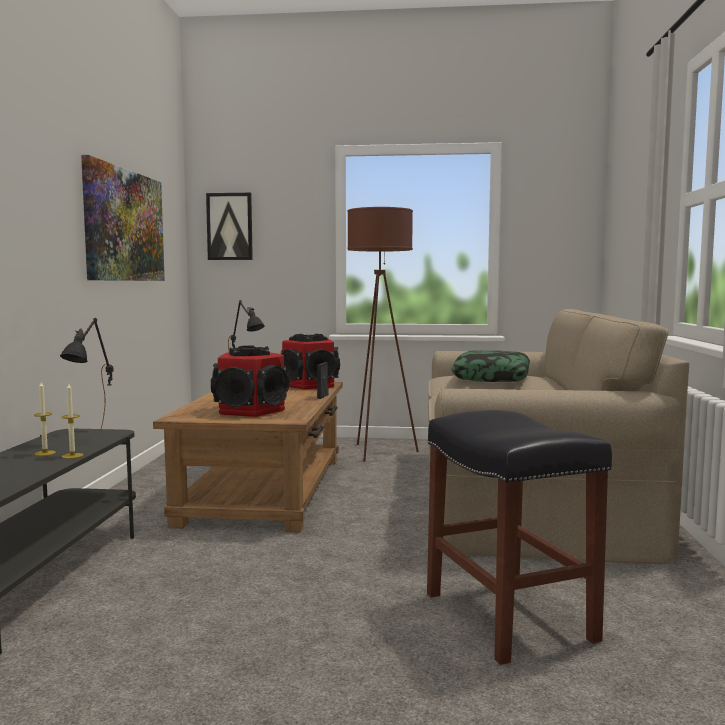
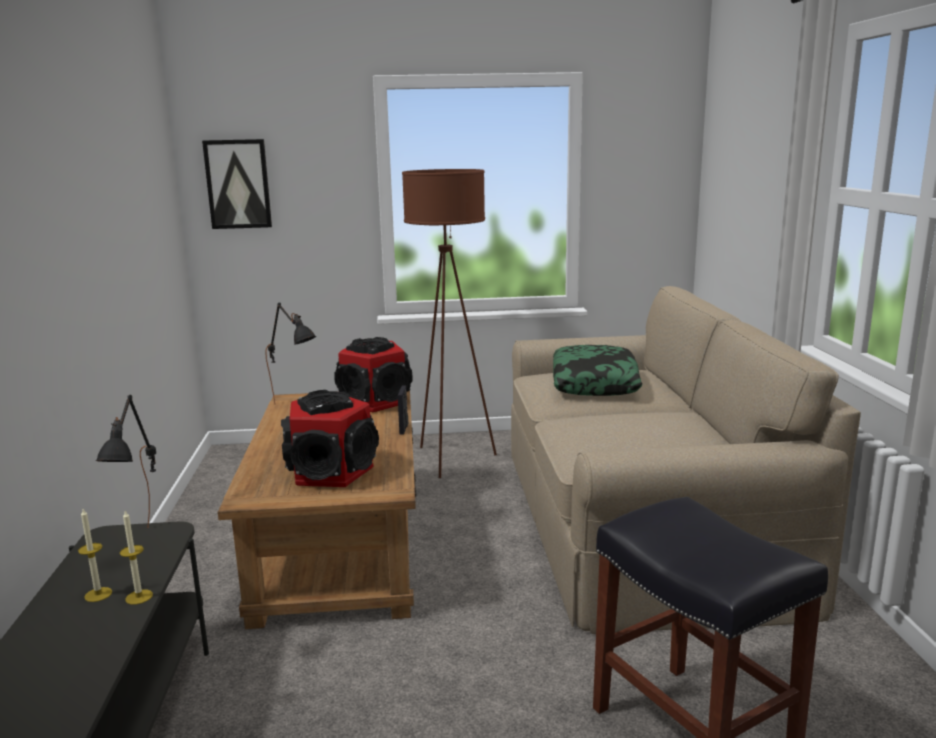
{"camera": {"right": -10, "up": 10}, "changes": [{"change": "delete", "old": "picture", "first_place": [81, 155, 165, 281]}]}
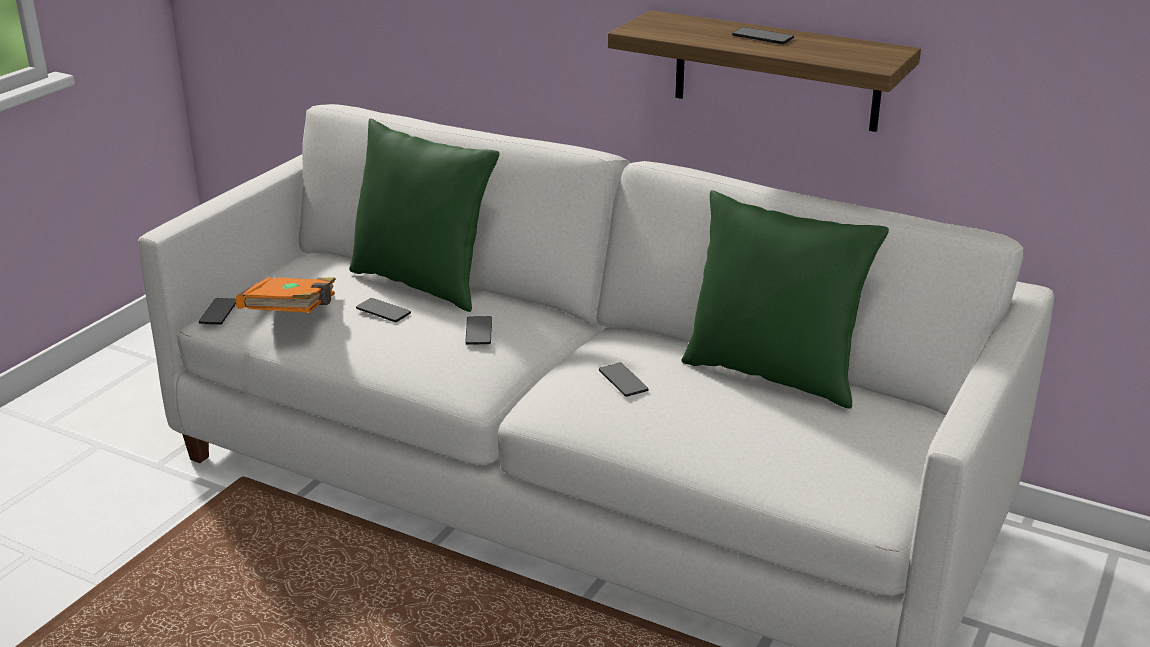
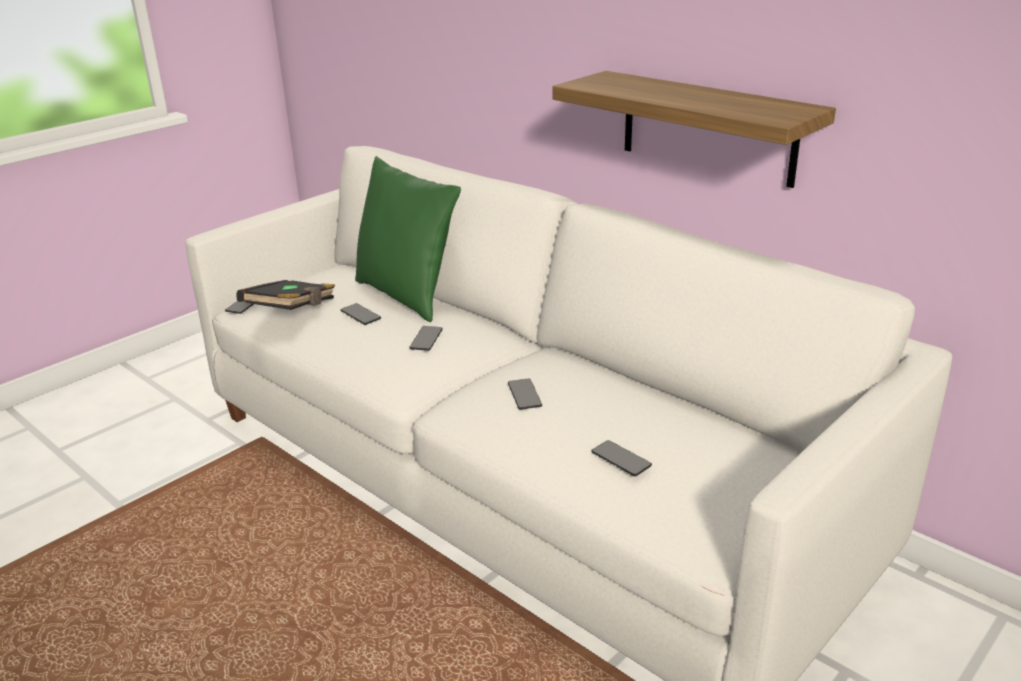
{"camera": {"right": 15, "up": 0}, "changes": [{"change": "delete", "old": "pillow (green)", "first_place": [681, 190, 889, 409]}, {"change": "move", "old": "phone", "first_place": [732, 27, 794, 44], "second_place": [592, 440, 652, 476]}, {"change": "recolor", "old": "book (orange)", "new": "book (black)", "first_place": [236, 277, 336, 313], "second_place": [236, 280, 335, 310]}]}
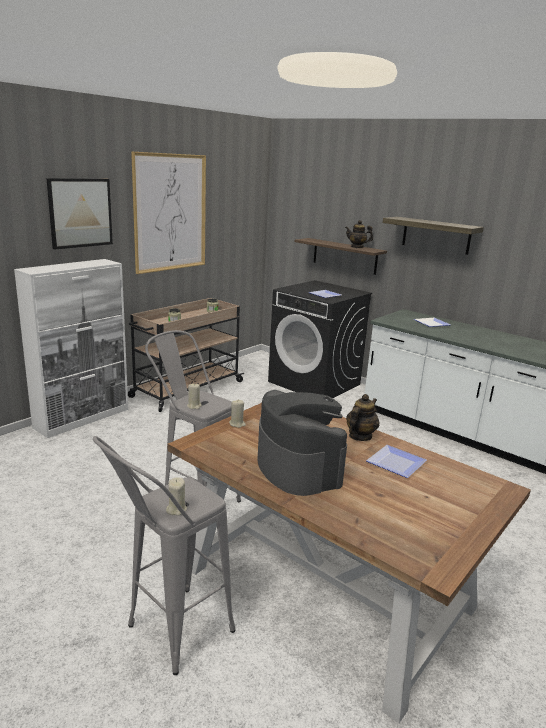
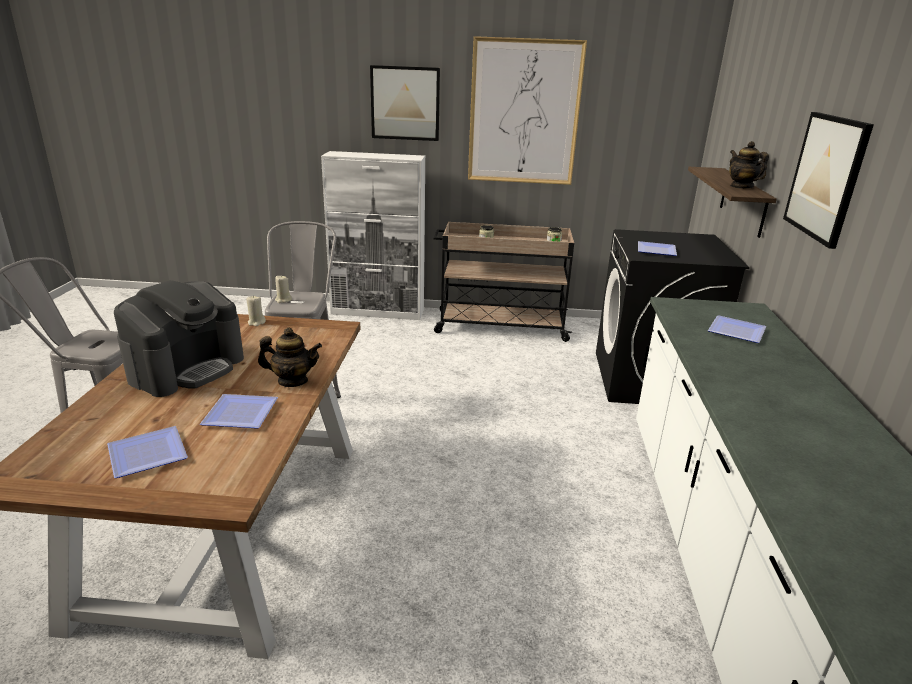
{"camera": {"right": 55, "up": 5}, "changes": [{"change": "delete", "old": "candle (beige)", "first_place": [166, 477, 187, 516]}, {"change": "insert", "new": "plate", "second_place": [107, 426, 188, 478]}, {"change": "replace", "old": "shelf", "new": "picture", "first_place": [383, 217, 484, 255], "second_place": [783, 112, 874, 249]}]}
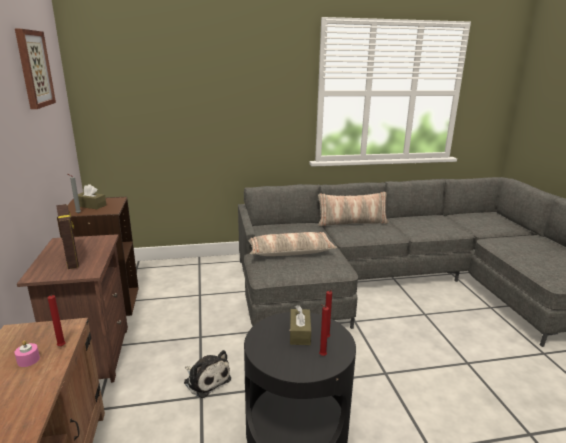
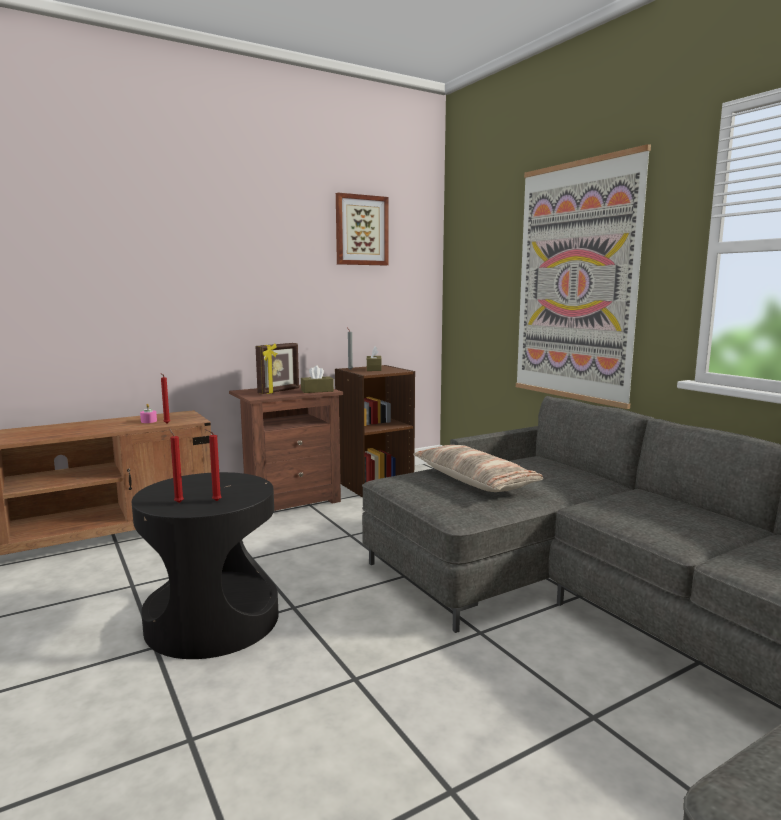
{"camera": {"right": 70, "up": -10}, "changes": [{"change": "delete", "old": "plush toy", "first_place": [184, 350, 231, 398]}, {"change": "delete", "old": "pillow", "first_place": [318, 192, 389, 226]}, {"change": "insert", "new": "picture", "second_place": [516, 144, 651, 409]}, {"change": "move", "old": "tissue box (brown)", "first_place": [290, 305, 311, 345], "second_place": [301, 365, 334, 393]}]}
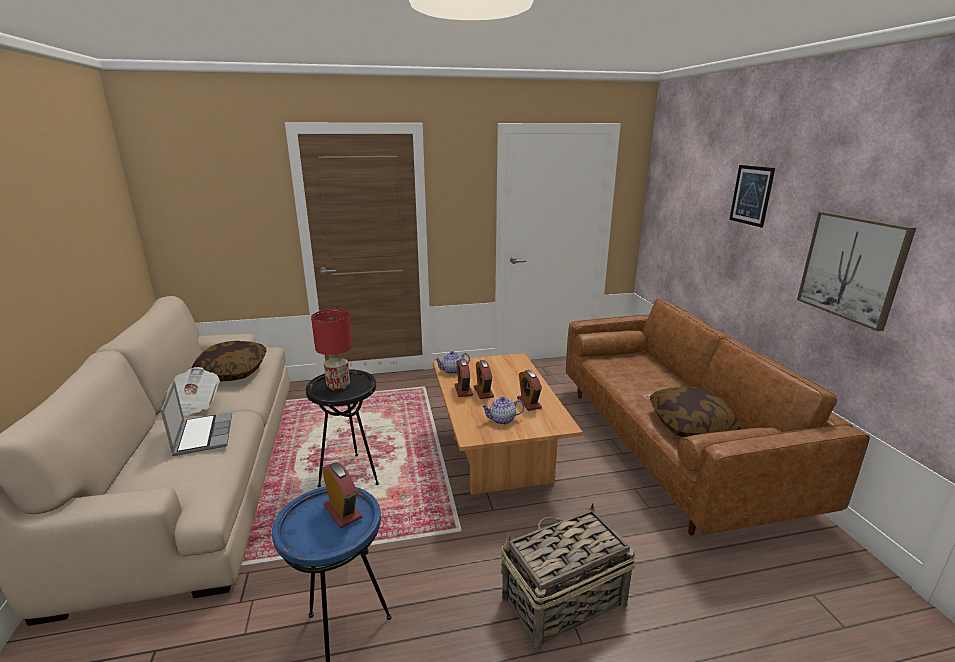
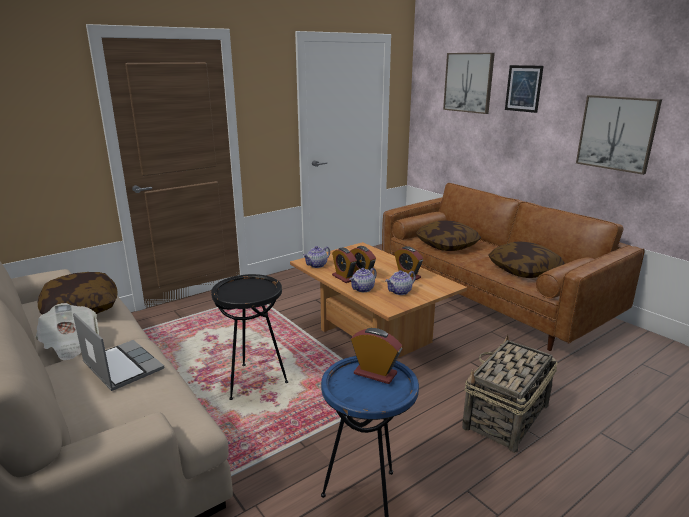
{"camera": {"right": -25, "up": 0}, "changes": [{"change": "delete", "old": "table lamp (red)", "first_place": [311, 309, 353, 391]}, {"change": "insert", "new": "teapot", "second_place": [349, 268, 377, 292]}, {"change": "insert", "new": "pillow", "second_place": [416, 220, 481, 251]}, {"change": "insert", "new": "picture", "second_place": [443, 53, 495, 114]}]}
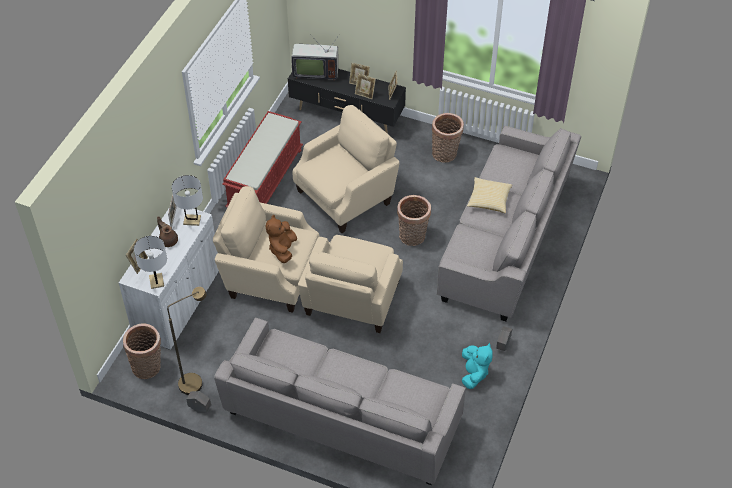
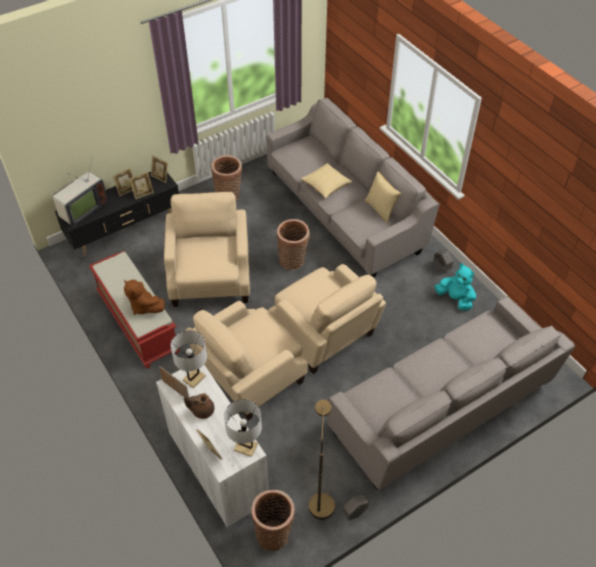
{"camera": {"right": -55, "up": 0}, "changes": [{"change": "insert", "new": "pillow", "second_place": [365, 171, 401, 224]}, {"change": "move", "old": "plush toy (brown)", "first_place": [266, 215, 297, 263], "second_place": [124, 279, 165, 315]}]}
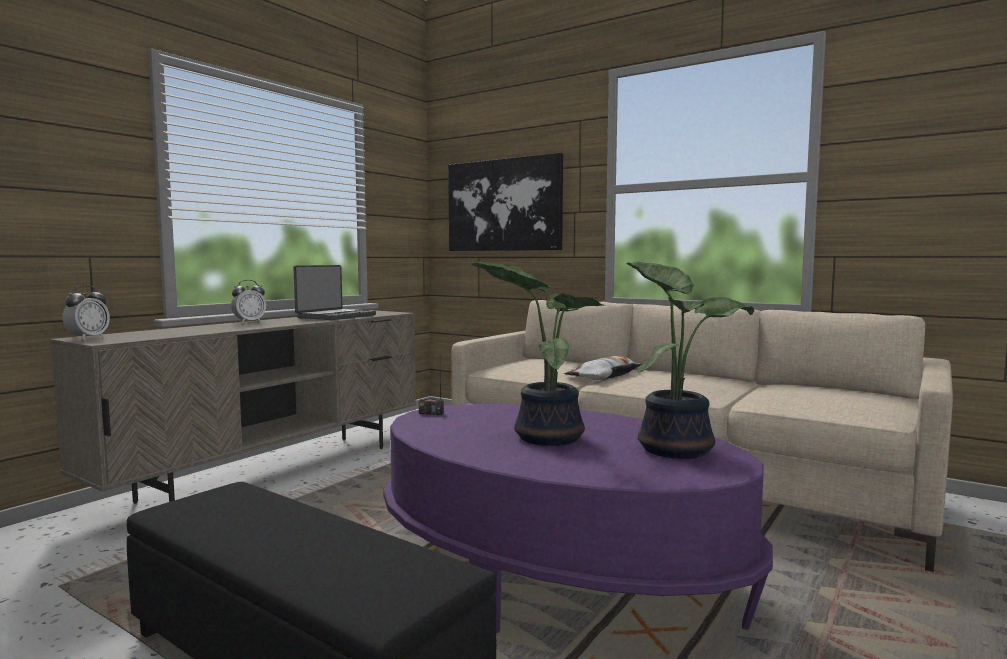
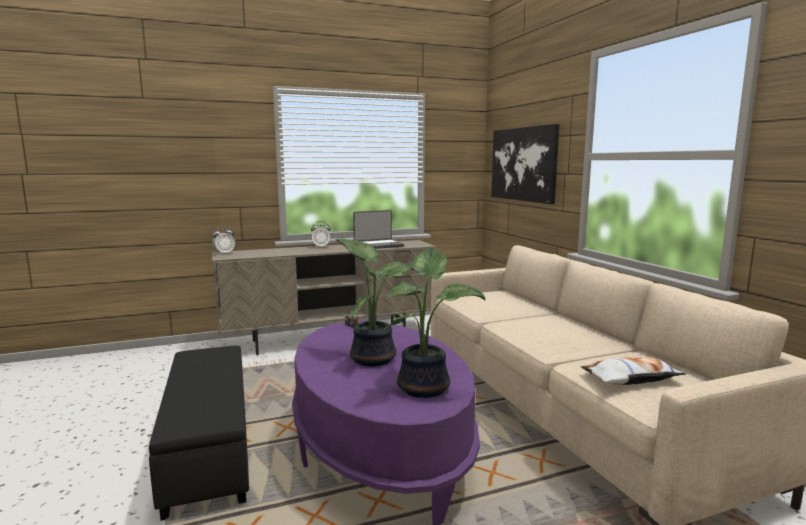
{"camera": {"right": 35, "up": 5}, "changes": [{"change": "move", "old": "pillow", "first_place": [564, 356, 642, 380], "second_place": [580, 356, 686, 385]}]}
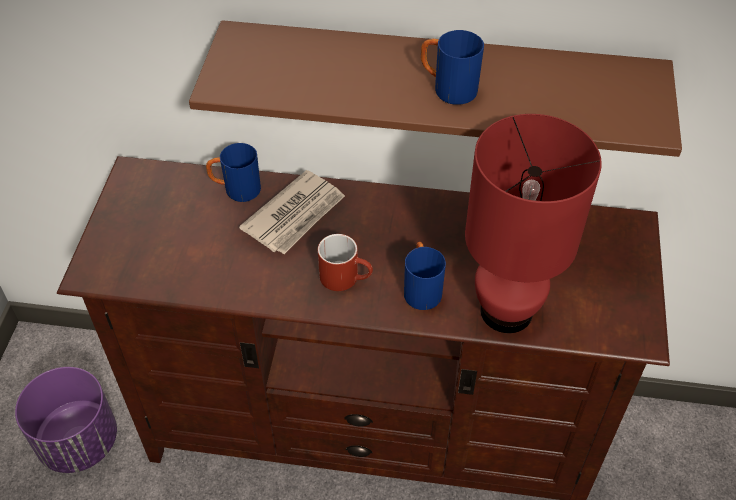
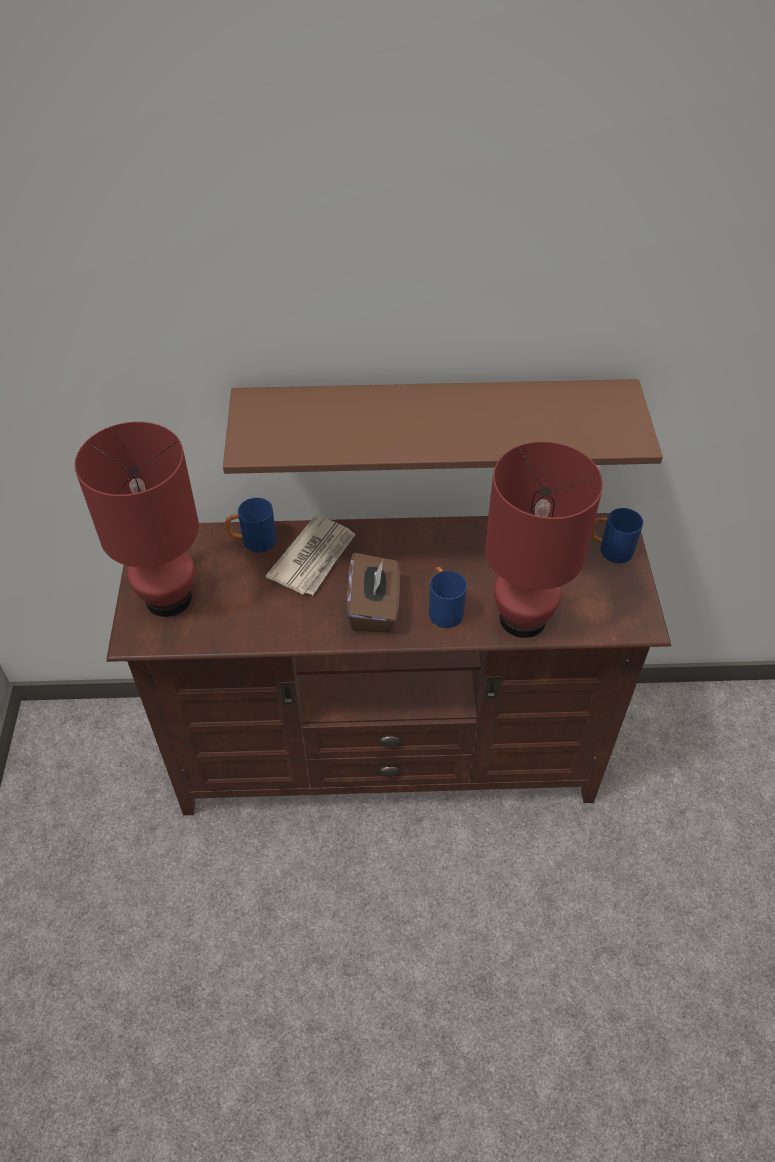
{"camera": {"right": -10, "up": 0}, "changes": [{"change": "delete", "old": "planter (purple)", "first_place": [15, 367, 117, 473]}, {"change": "insert", "new": "table lamp (red)", "second_place": [75, 422, 199, 617]}, {"change": "move", "old": "mug (blue)", "first_place": [421, 30, 484, 105], "second_place": [591, 508, 643, 563]}, {"change": "replace", "old": "mug (red)", "new": "tissue box (brown)", "first_place": [318, 234, 373, 291], "second_place": [347, 553, 400, 632]}]}
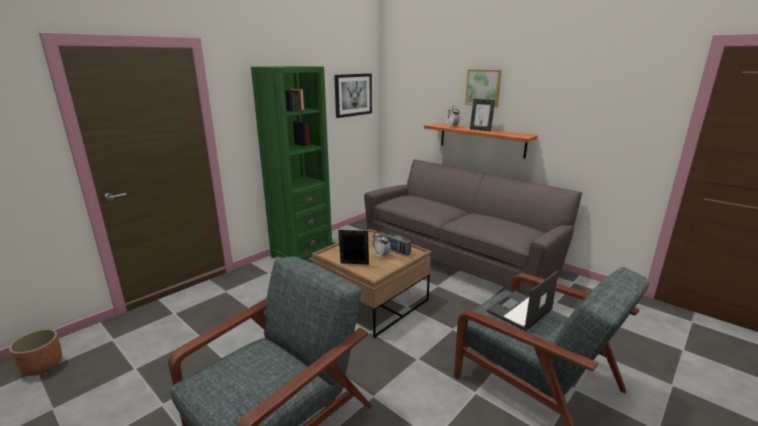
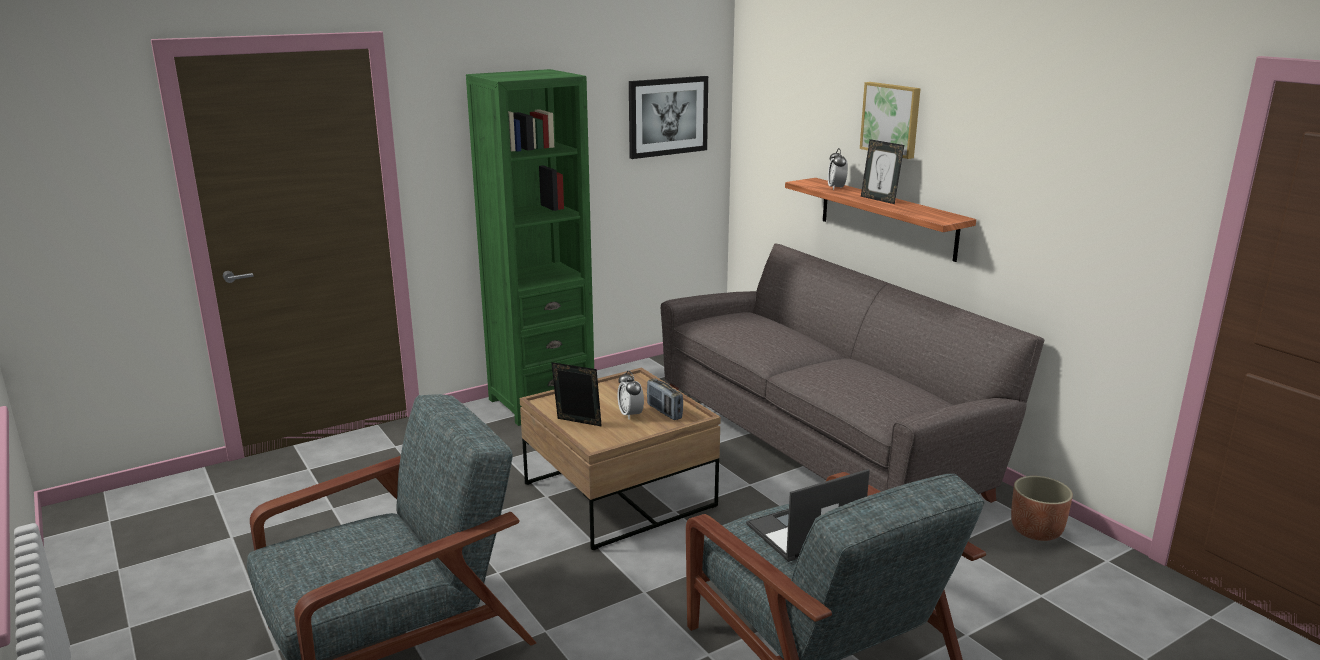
{"camera": {"right": 15, "up": 0}, "changes": [{"change": "move", "old": "planter", "first_place": [9, 329, 62, 376], "second_place": [1011, 476, 1073, 541]}]}
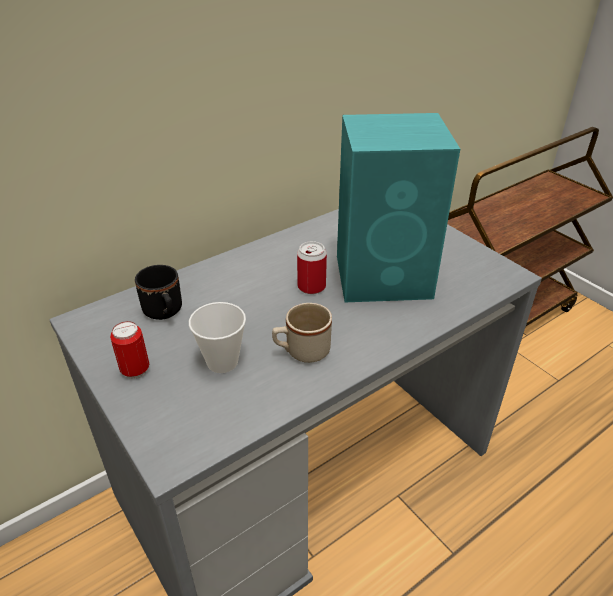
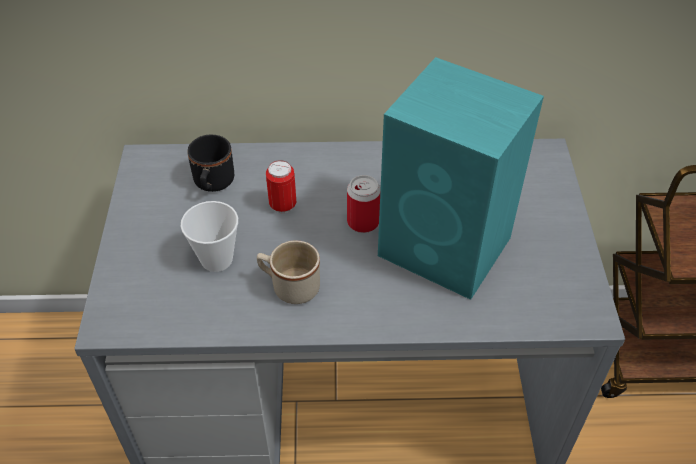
{"camera": {"right": 35, "up": 10}, "changes": [{"change": "move", "old": "can", "first_place": [110, 321, 149, 379], "second_place": [266, 160, 296, 214]}]}
